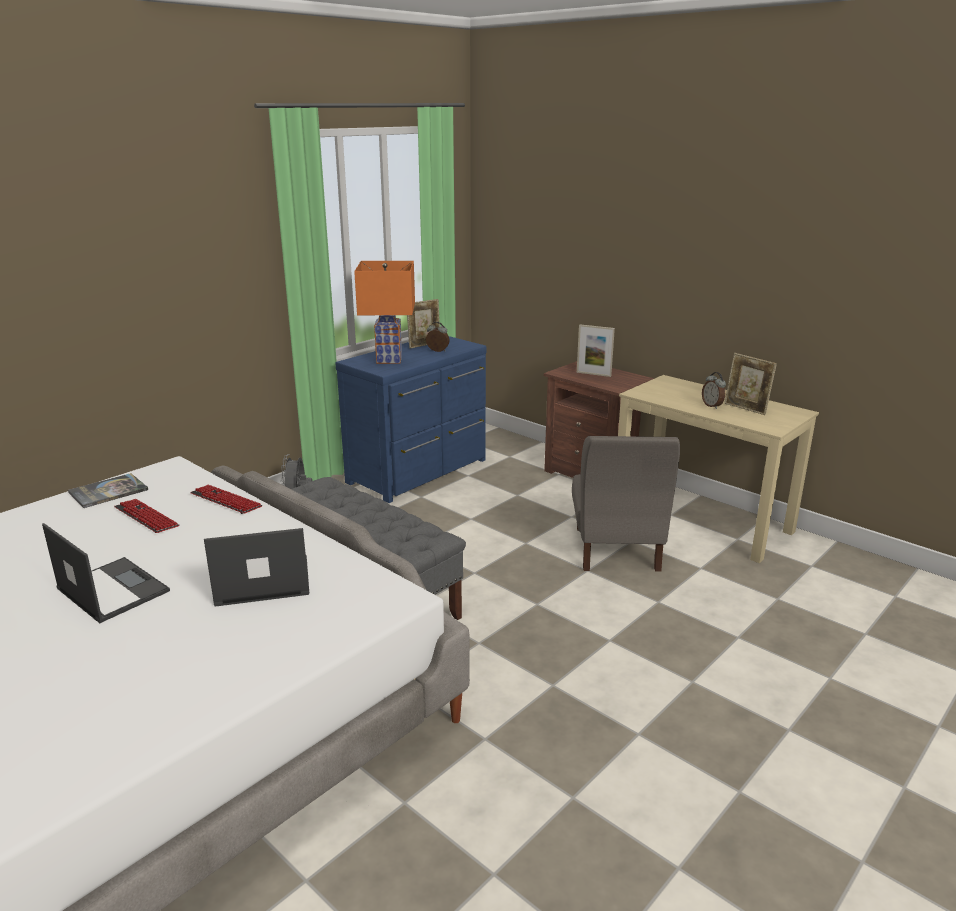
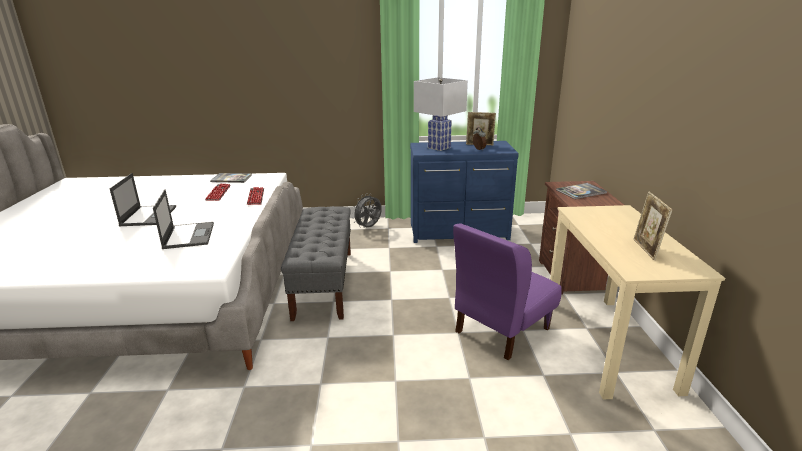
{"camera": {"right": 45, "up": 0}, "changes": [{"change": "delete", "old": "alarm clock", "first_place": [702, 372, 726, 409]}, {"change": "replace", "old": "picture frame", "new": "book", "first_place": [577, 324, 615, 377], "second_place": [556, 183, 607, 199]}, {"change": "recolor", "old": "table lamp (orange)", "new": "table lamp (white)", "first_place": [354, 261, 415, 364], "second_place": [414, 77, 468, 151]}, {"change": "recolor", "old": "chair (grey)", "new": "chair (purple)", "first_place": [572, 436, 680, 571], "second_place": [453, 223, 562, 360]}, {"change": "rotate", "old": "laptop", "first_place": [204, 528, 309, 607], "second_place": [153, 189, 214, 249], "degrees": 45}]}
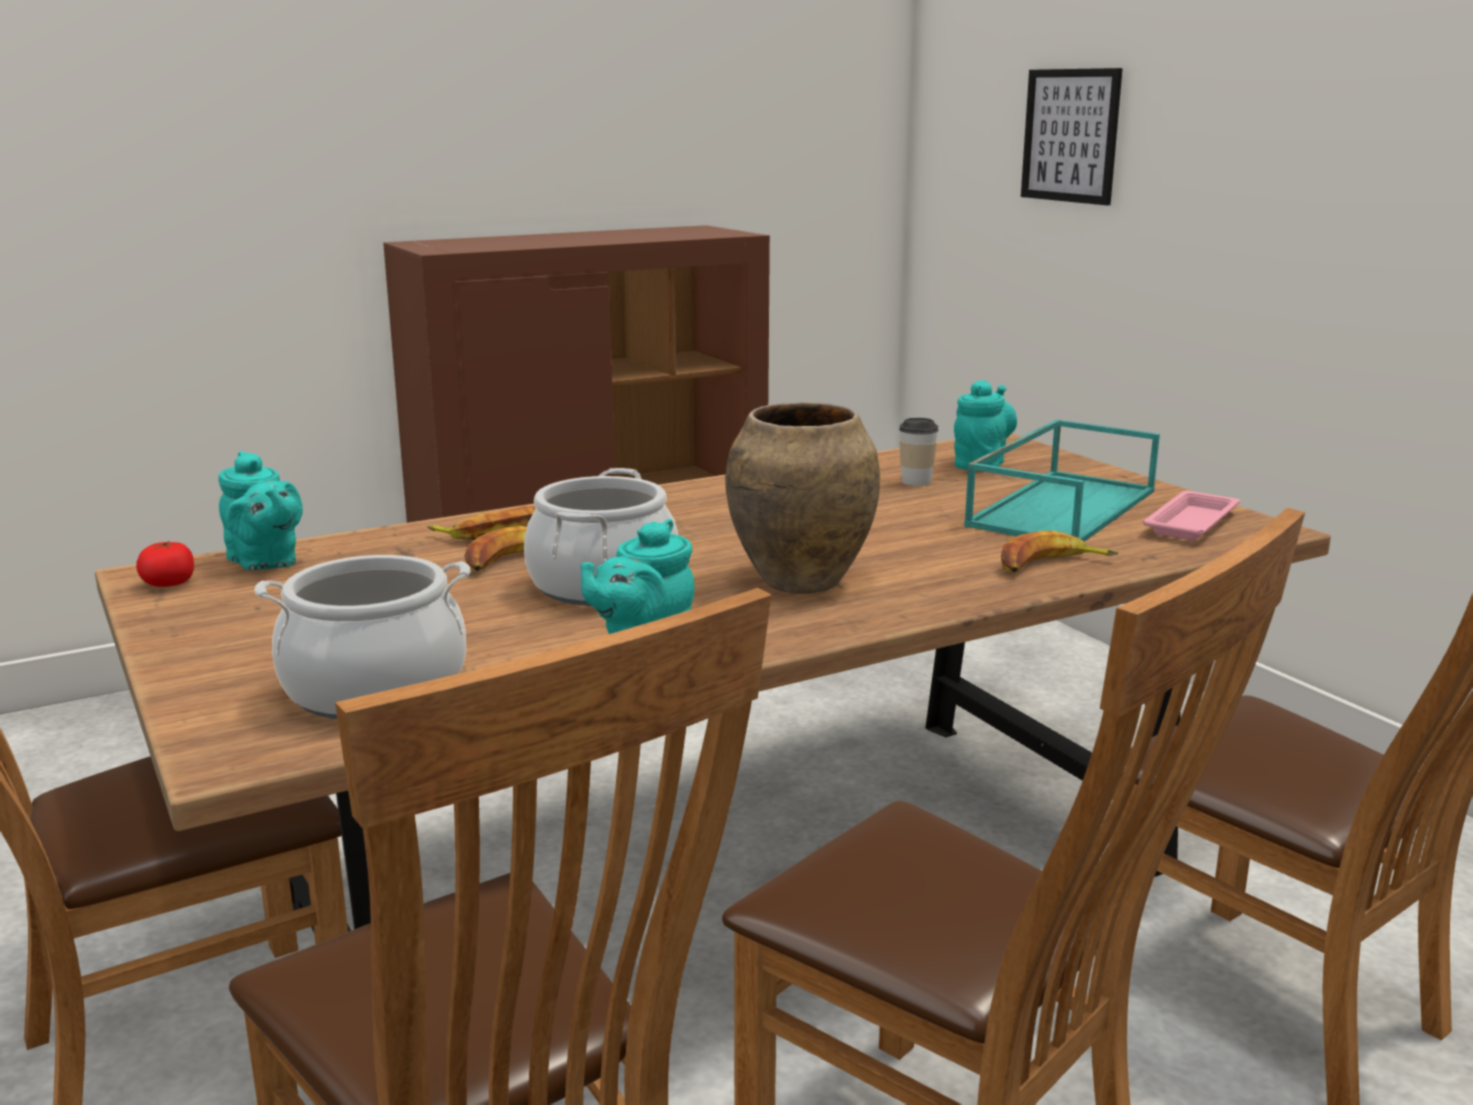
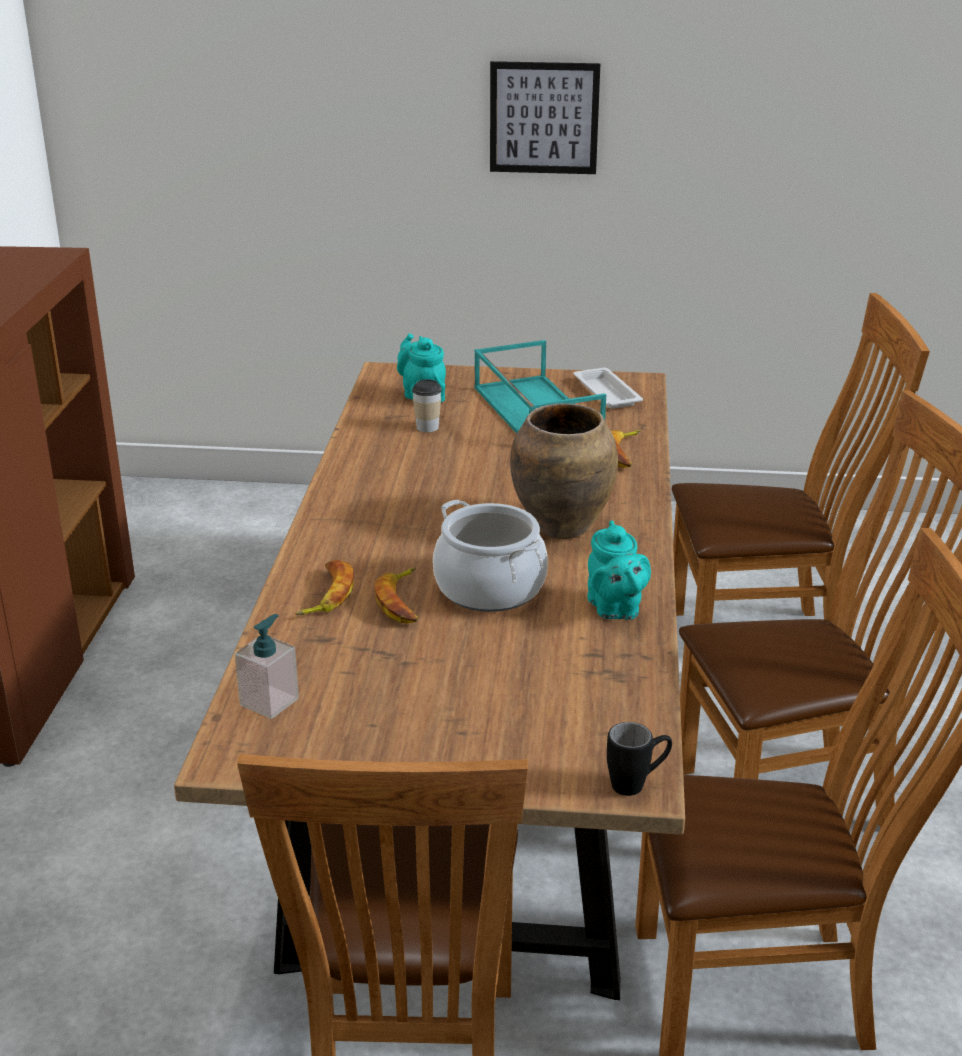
{"camera": {"right": -55, "up": 10}, "changes": [{"change": "delete", "old": "tomato", "first_place": [136, 540, 194, 587]}, {"change": "delete", "old": "cooking pot", "first_place": [254, 555, 470, 719]}, {"change": "insert", "new": "mug (black)", "second_place": [607, 722, 672, 796]}, {"change": "move", "old": "picture", "first_place": [1021, 68, 1123, 205], "second_place": [490, 61, 600, 174]}, {"change": "replace", "old": "teapot (turquoise)", "new": "soap dispenser", "first_place": [218, 451, 303, 571], "second_place": [235, 614, 299, 719]}, {"change": "recolor", "old": "tray (pink)", "new": "tray (white)", "first_place": [1143, 491, 1240, 541], "second_place": [573, 368, 643, 409]}]}
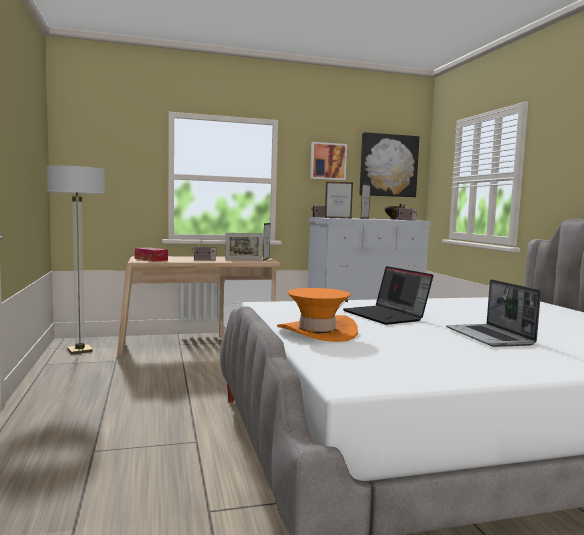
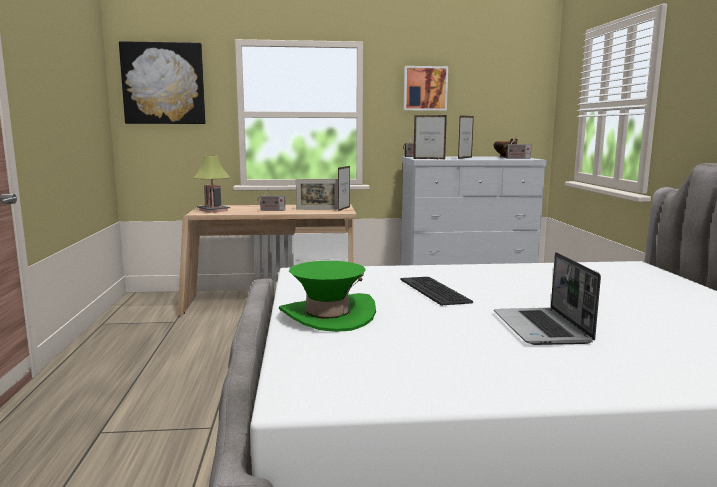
{"camera": {"right": 10, "up": 5}, "changes": [{"change": "delete", "old": "floor lamp", "first_place": [47, 166, 105, 354]}, {"change": "move", "old": "picture", "first_place": [359, 132, 419, 197], "second_place": [119, 41, 206, 124]}, {"change": "replace", "old": "tissue box", "new": "table lamp", "first_place": [135, 247, 168, 262], "second_place": [194, 155, 230, 213]}, {"change": "replace", "old": "laptop", "new": "keyboard", "first_place": [343, 266, 433, 325], "second_place": [400, 277, 473, 306]}, {"change": "recolor", "old": "hat (orange)", "new": "hat (green)", "first_place": [277, 288, 358, 342], "second_place": [279, 261, 376, 332]}]}
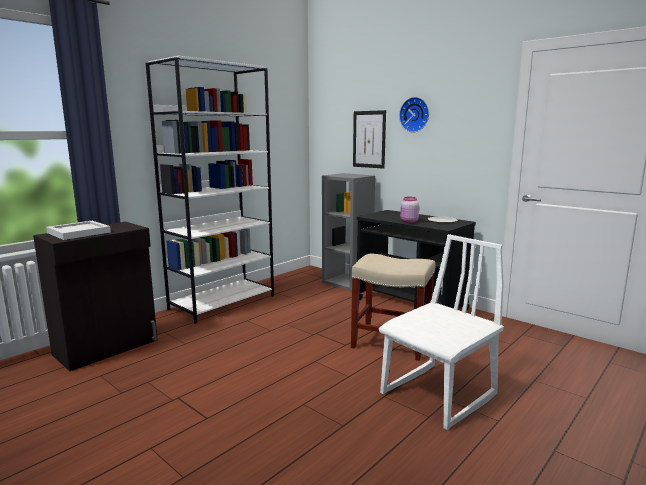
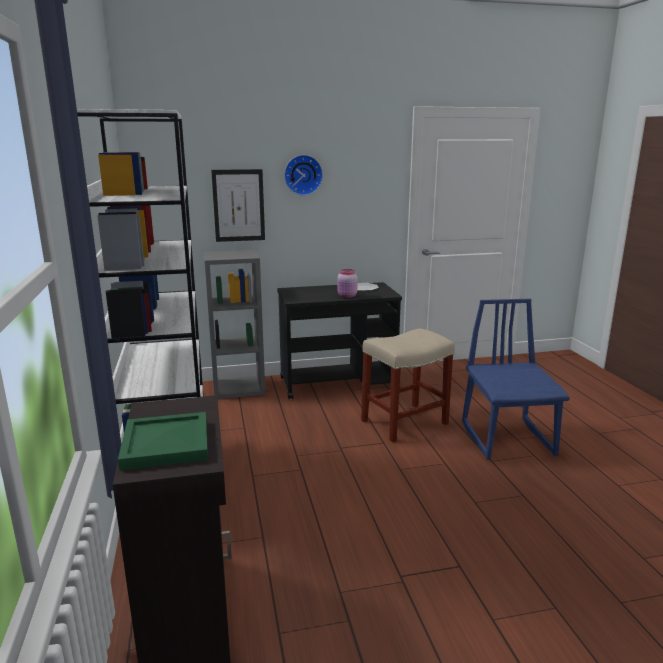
{"camera": {"right": -55, "up": 5}, "changes": [{"change": "recolor", "old": "tray (white)", "new": "tray (green)", "first_place": [46, 221, 111, 240], "second_place": [118, 412, 208, 470]}, {"change": "recolor", "old": "chair (white)", "new": "chair (blue)", "first_place": [379, 234, 504, 430], "second_place": [462, 299, 570, 460]}]}
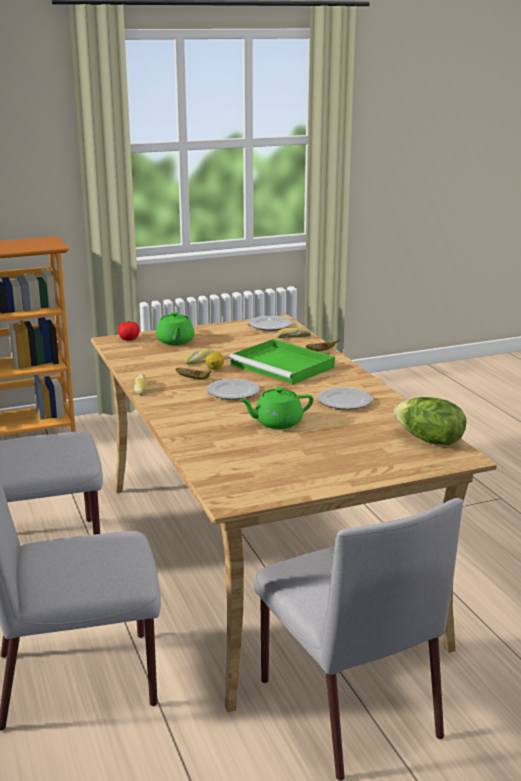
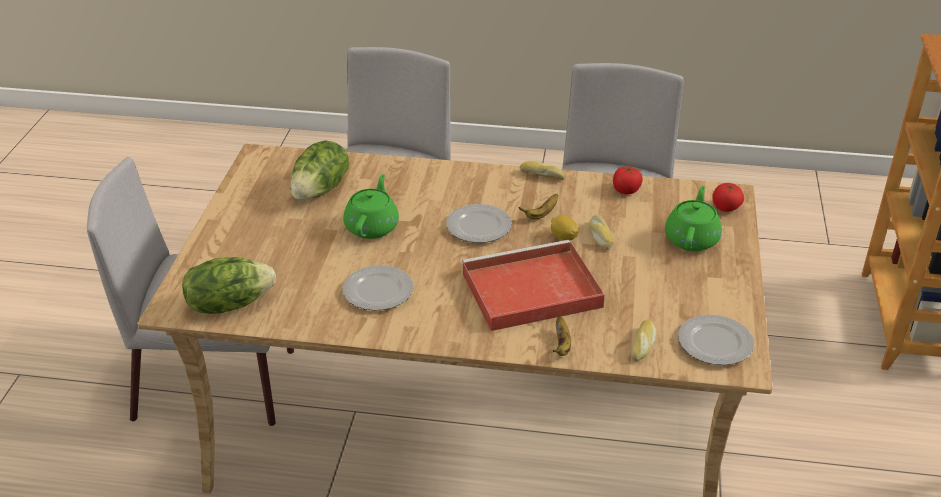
{"camera": {"right": 120, "up": 15}, "changes": [{"change": "insert", "new": "lettuce", "second_place": [291, 140, 349, 200]}, {"change": "insert", "new": "tomato", "second_place": [613, 166, 643, 194]}, {"change": "recolor", "old": "tray (green)", "new": "tray (red)", "first_place": [229, 339, 335, 386], "second_place": [462, 240, 605, 331]}, {"change": "rotate", "old": "teapot (green)", "first_place": [156, 312, 194, 345], "second_place": [665, 186, 722, 251], "degrees": 90}]}
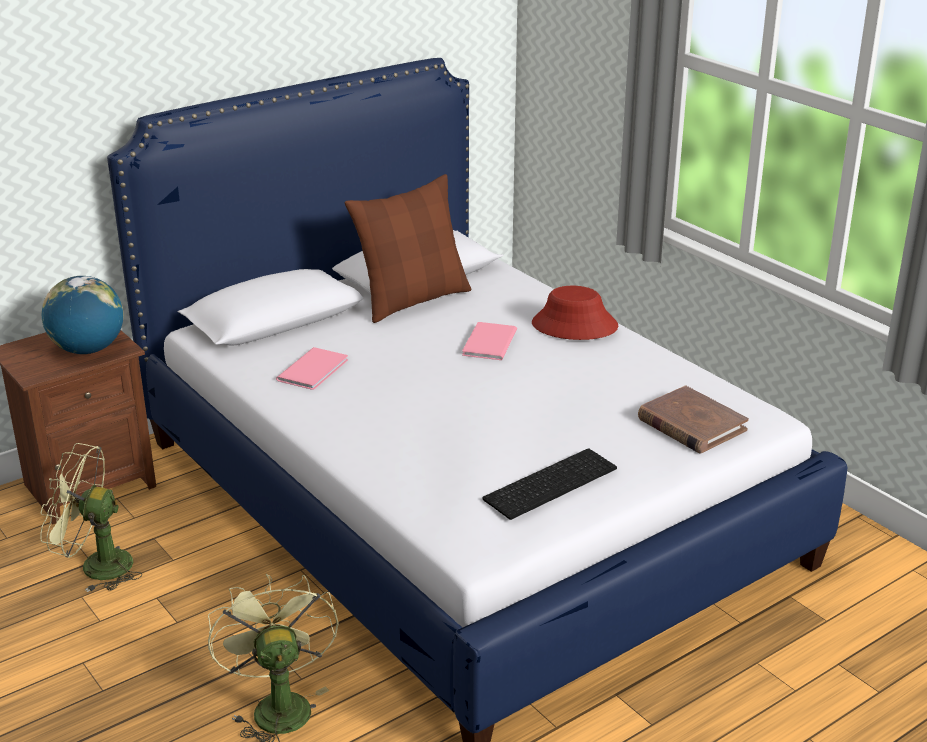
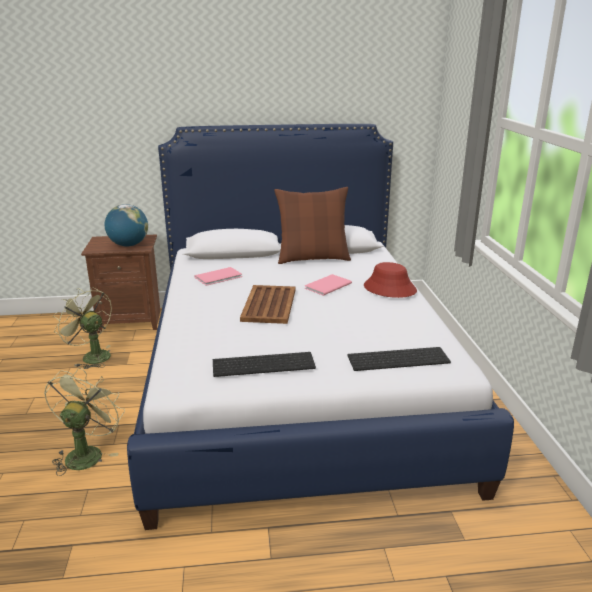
{"camera": {"right": 30, "up": -5}, "changes": [{"change": "insert", "new": "tray (brown)", "second_place": [240, 285, 295, 324]}, {"change": "replace", "old": "book (brown)", "new": "keyboard", "first_place": [638, 386, 749, 453], "second_place": [347, 347, 451, 371]}]}
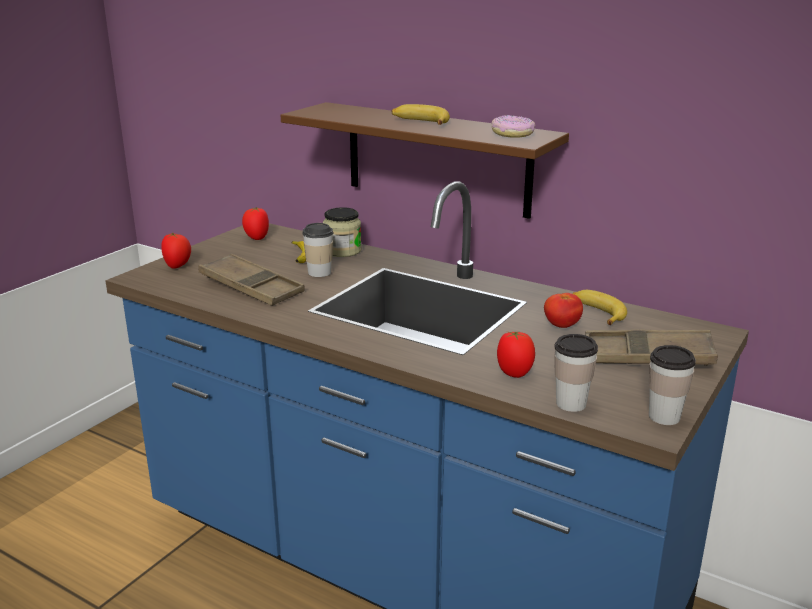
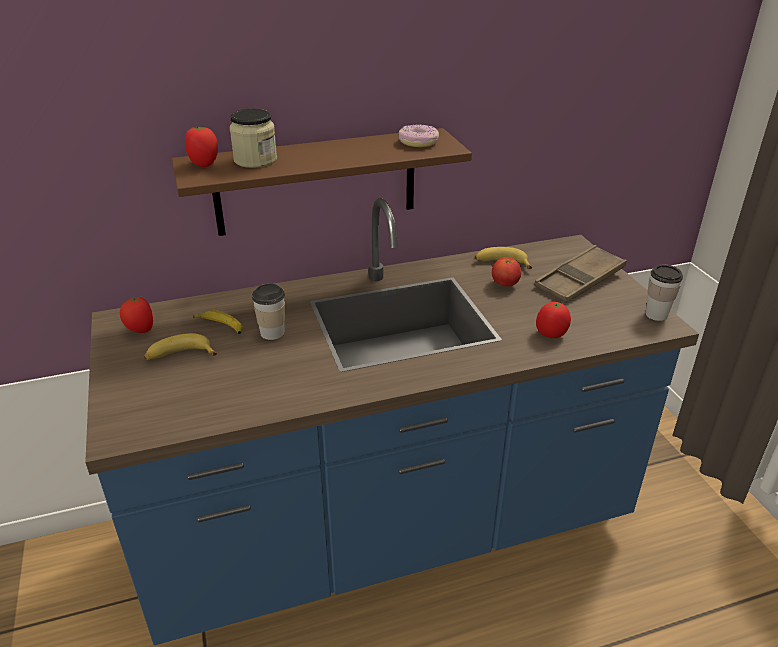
{"camera": {"right": -50, "up": 10}, "changes": [{"change": "delete", "old": "tray (brown)", "first_place": [198, 254, 305, 306]}, {"change": "delete", "old": "cup", "first_place": [554, 334, 598, 412]}, {"change": "move", "old": "tomato", "first_place": [161, 233, 191, 269], "second_place": [185, 126, 218, 167]}, {"change": "move", "old": "jar", "first_place": [323, 207, 362, 257], "second_place": [229, 109, 277, 168]}, {"change": "move", "old": "banana", "first_place": [392, 104, 450, 125], "second_place": [144, 333, 217, 360]}]}
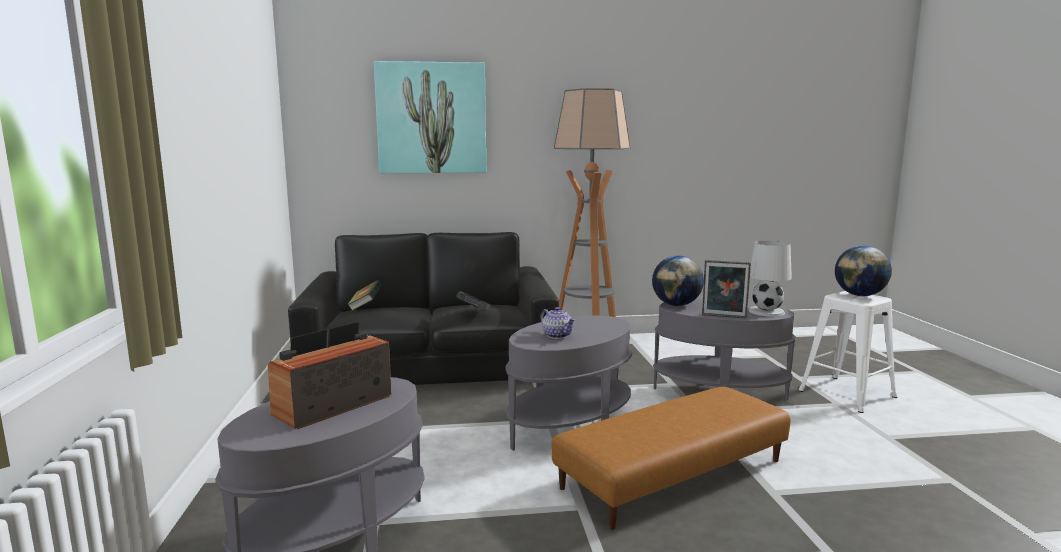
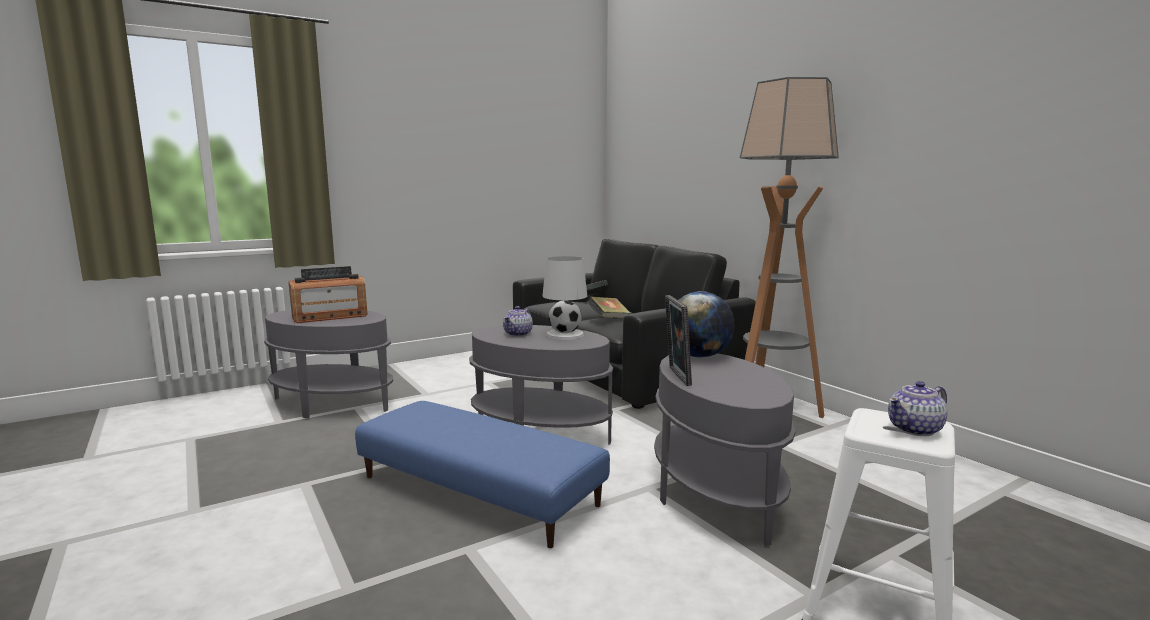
{"camera": {"right": 65, "up": 0}, "changes": [{"change": "delete", "old": "picture", "first_place": [374, 61, 486, 173]}, {"change": "move", "old": "table lamp (white)", "first_place": [749, 241, 792, 317], "second_place": [543, 256, 587, 340]}, {"change": "replace", "old": "globe", "new": "teapot", "first_place": [835, 245, 892, 296], "second_place": [888, 381, 948, 436]}, {"change": "recolor", "old": "ottoman (brown)", "new": "ottoman (blue)", "first_place": [551, 387, 791, 530], "second_place": [355, 401, 610, 548]}, {"change": "rotate", "old": "radio", "first_place": [268, 322, 392, 429], "second_place": [288, 266, 368, 323], "degrees": 135}]}
